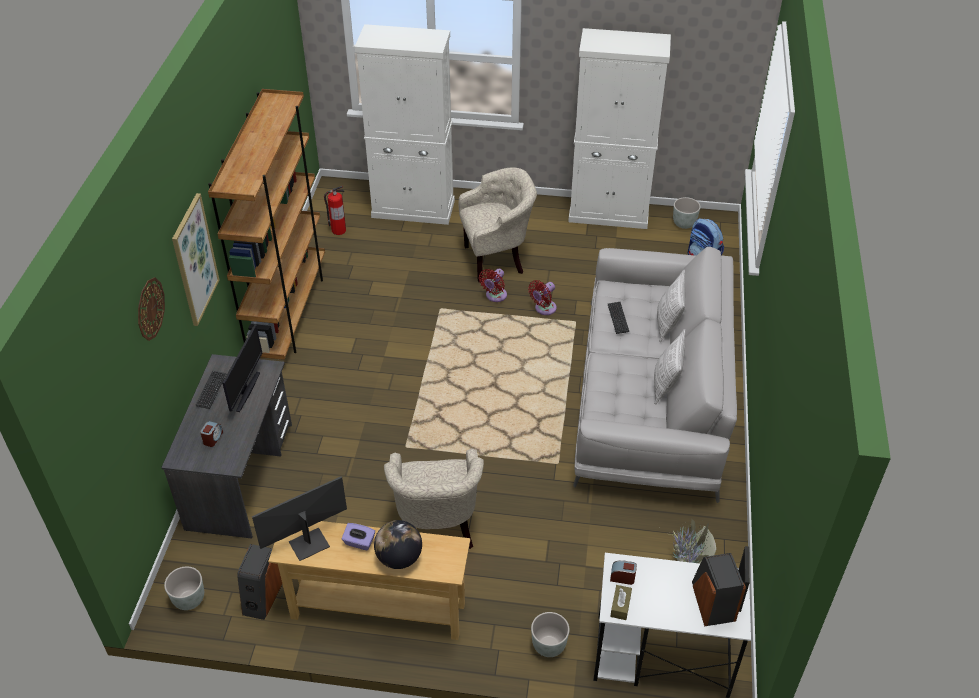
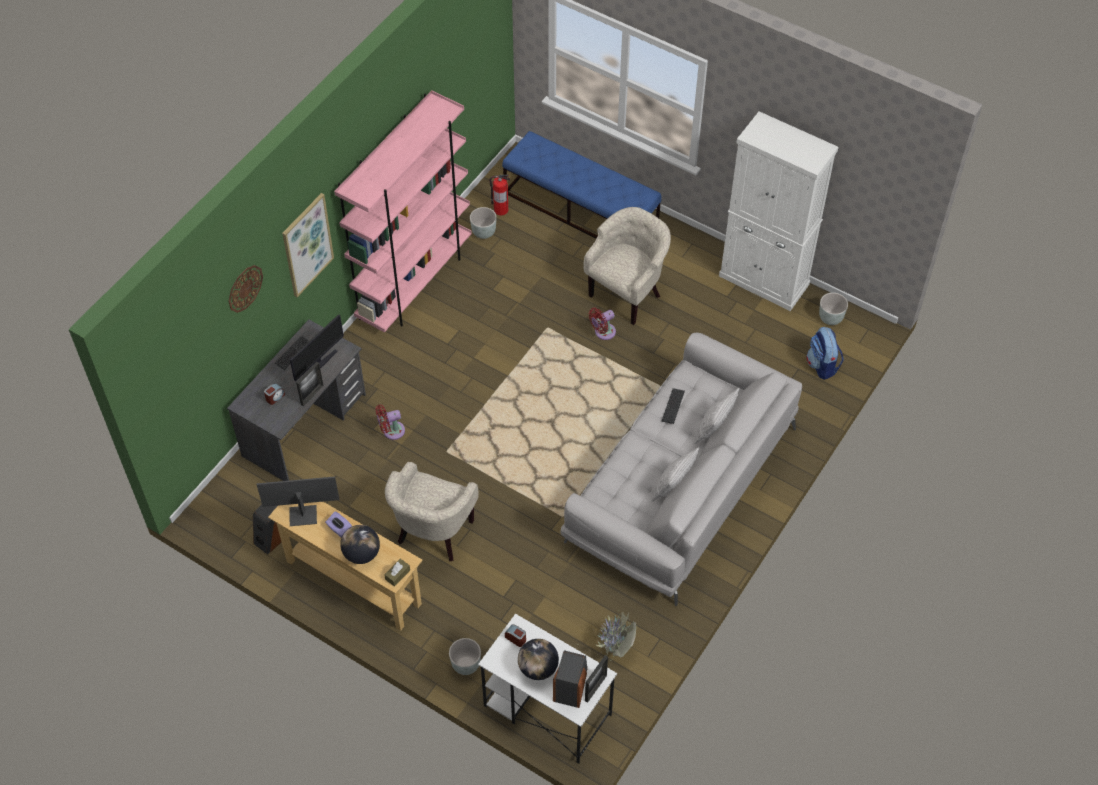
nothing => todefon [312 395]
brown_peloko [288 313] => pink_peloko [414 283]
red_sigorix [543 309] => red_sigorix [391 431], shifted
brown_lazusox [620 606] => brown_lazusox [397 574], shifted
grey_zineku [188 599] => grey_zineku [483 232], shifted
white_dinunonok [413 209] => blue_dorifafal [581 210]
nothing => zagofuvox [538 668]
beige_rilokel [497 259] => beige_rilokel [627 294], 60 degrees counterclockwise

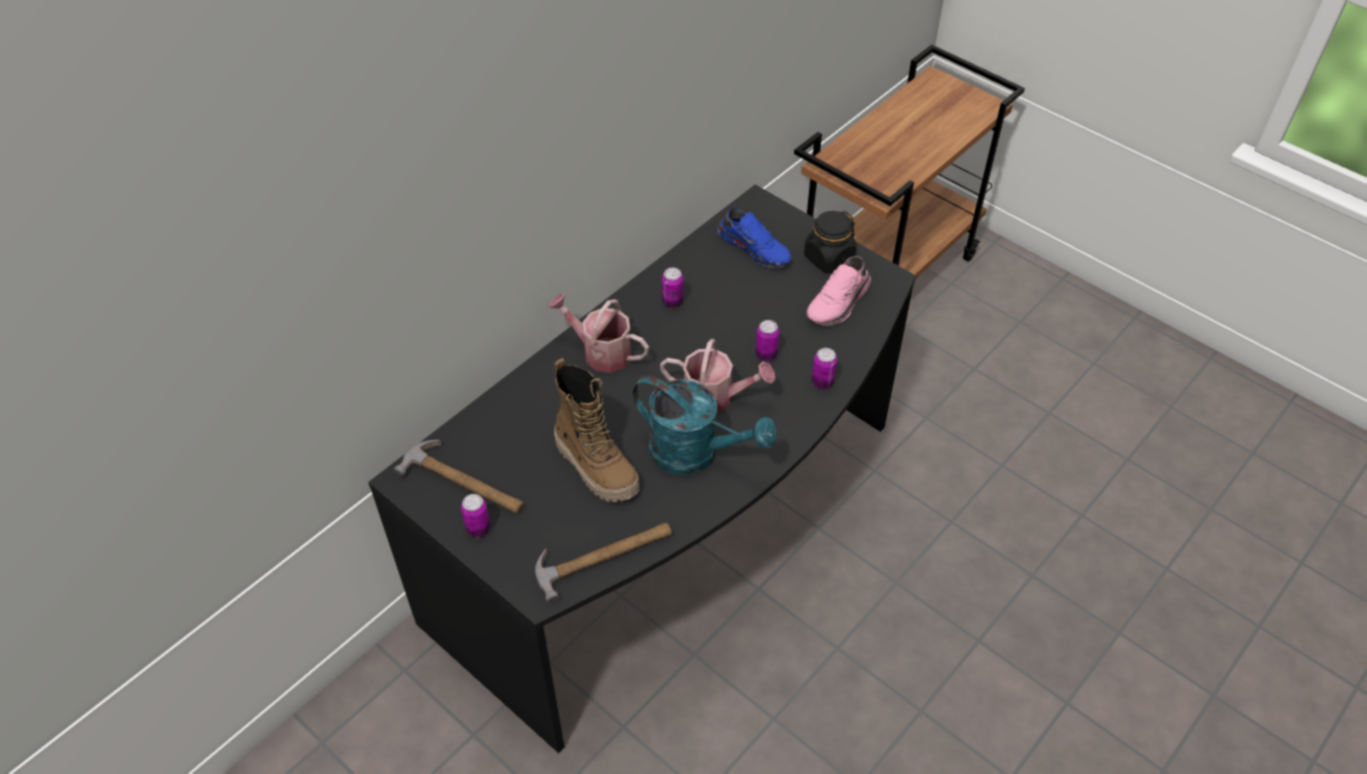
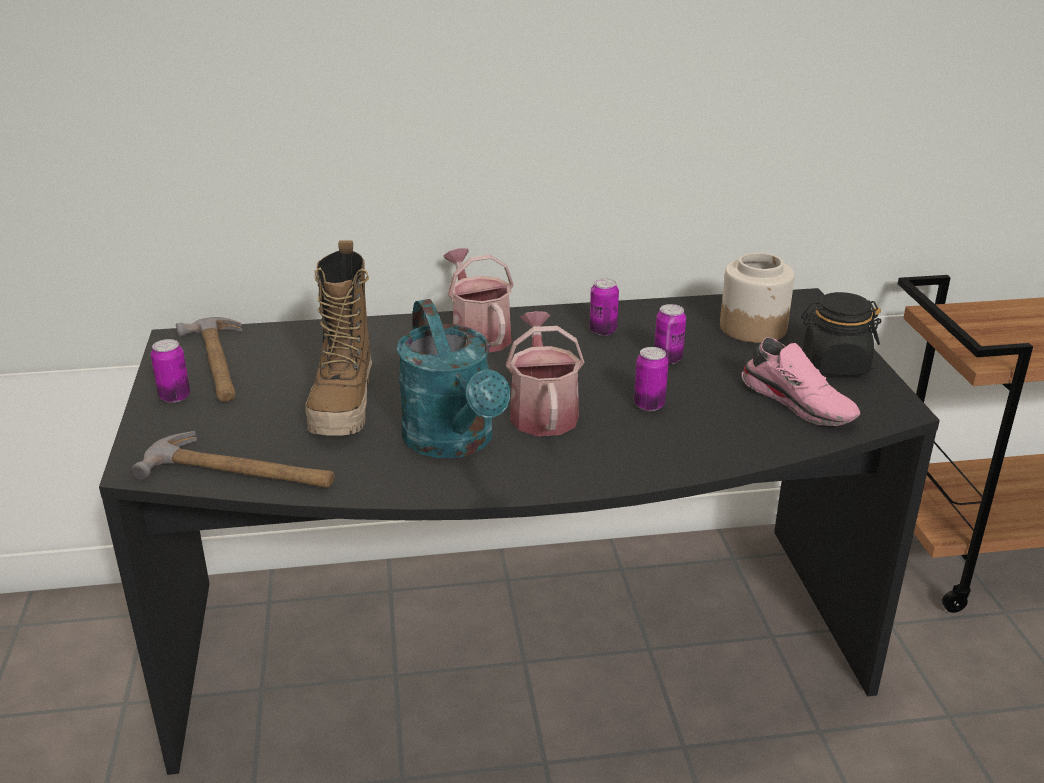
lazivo [715 397] => lazivo [542 411], 150 degrees counterclockwise
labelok [822 382] => labelok [668 359], shifted
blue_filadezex [755 248] => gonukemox [753 328]
pink_filadezex [839 303] => pink_filadezex [800 402], 120 degrees counterclockwise

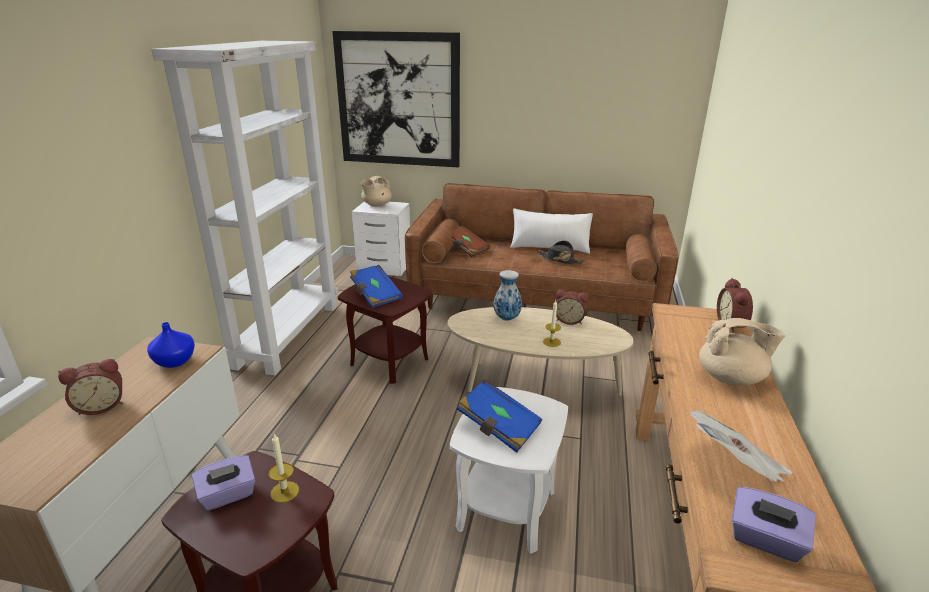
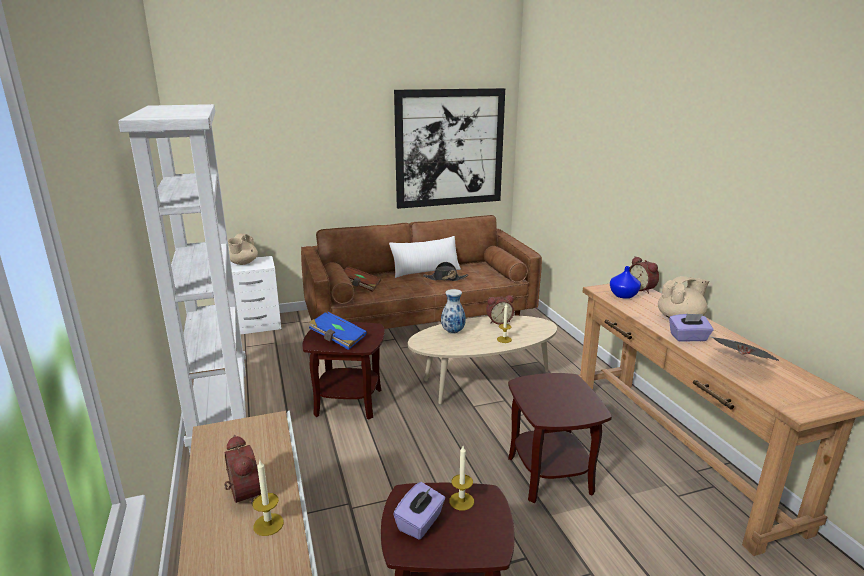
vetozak [101 406] => vetozak [242 494], 60 degrees counterclockwise
nothing => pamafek [268 524]
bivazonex [398 100] => bivazonex [449 148], shifted
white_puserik [507 510] => brown_puserik [550 474]
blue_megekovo [174 361] => blue_megekovo [623 295], shifted
purple_lazusox [765 540] => purple_lazusox [688 338], shifted
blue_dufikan [498 428] => nothing

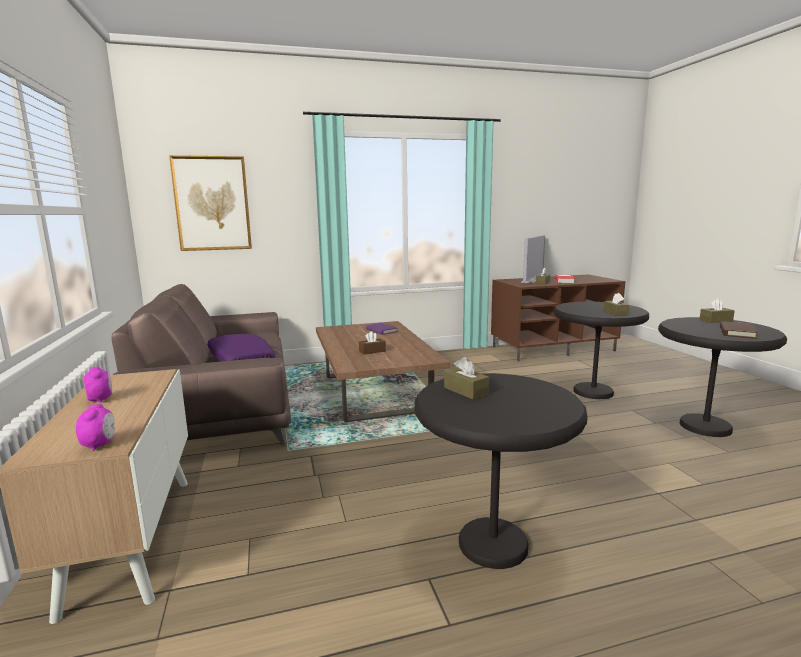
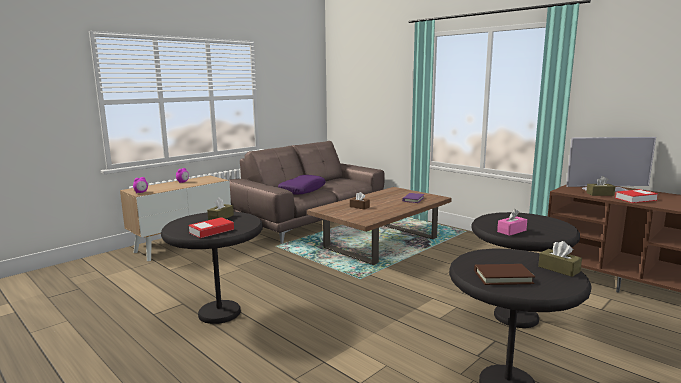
nothing => dufikan [211 231]
brown_lazusox [615 313] => pink_lazusox [511 231]
bivazonex [212 204] => nothing

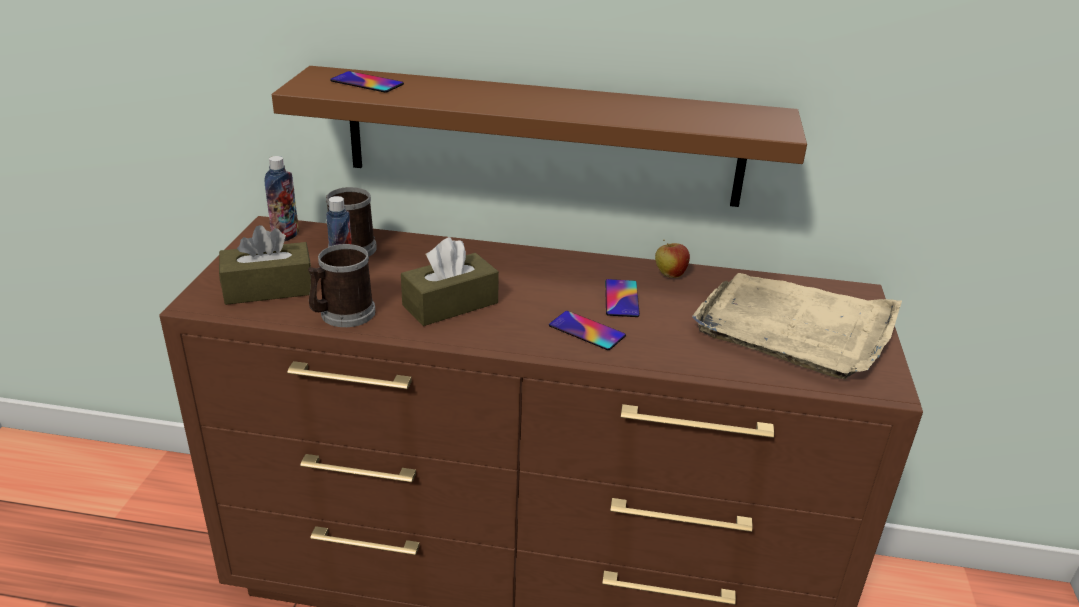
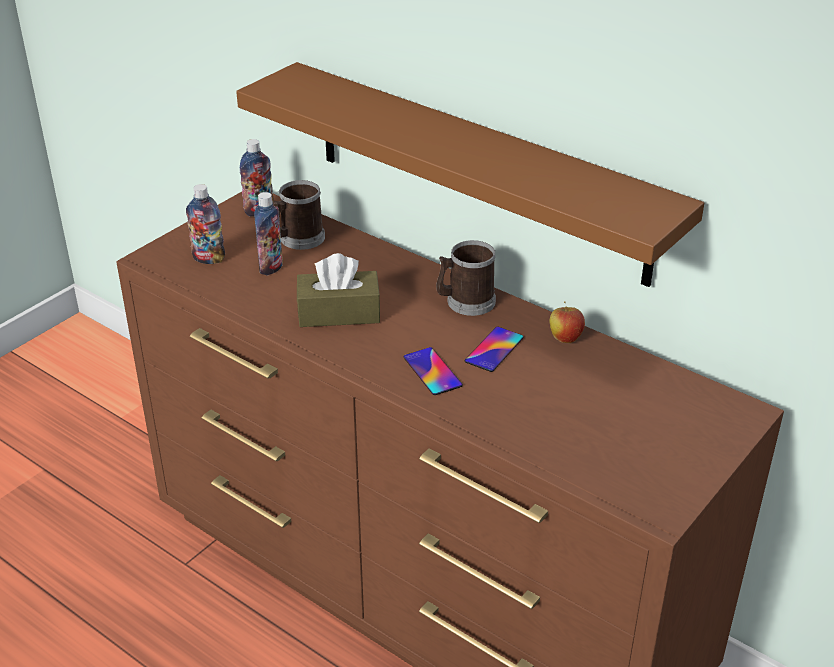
brown_lazusox [268 288] => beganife [209 259]
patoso [342 315] => patoso [465 302], shifted
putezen [367 83] => nothing
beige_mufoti [796 328] => nothing

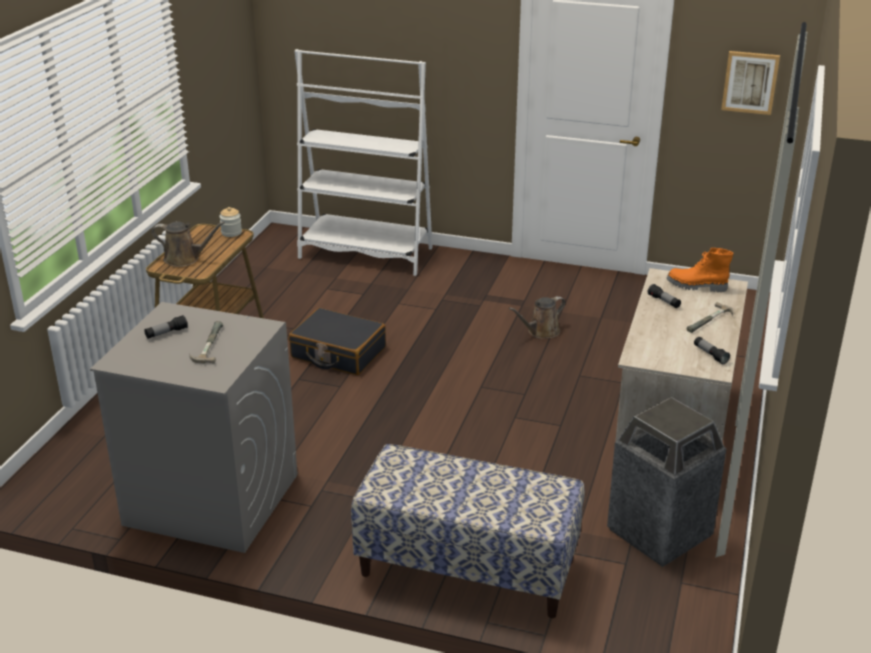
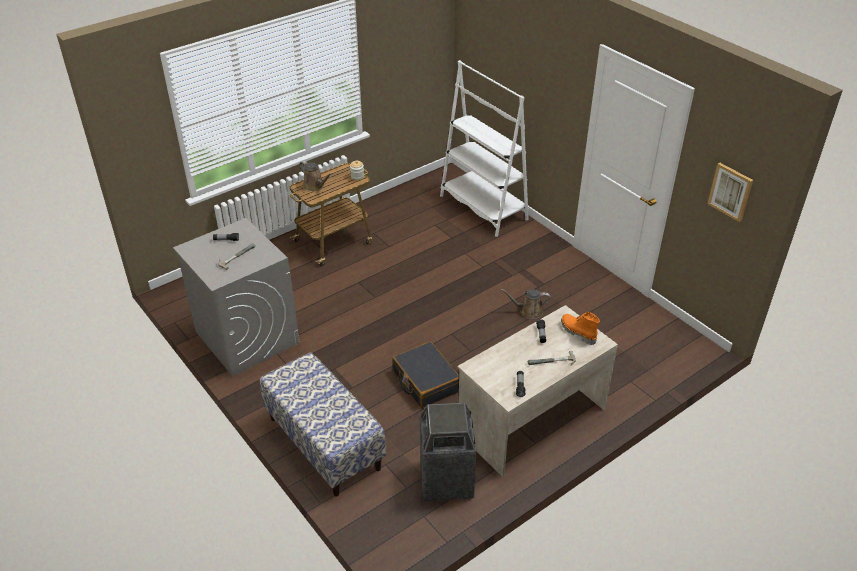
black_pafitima [338 353] => black_pafitima [425 381], shifted

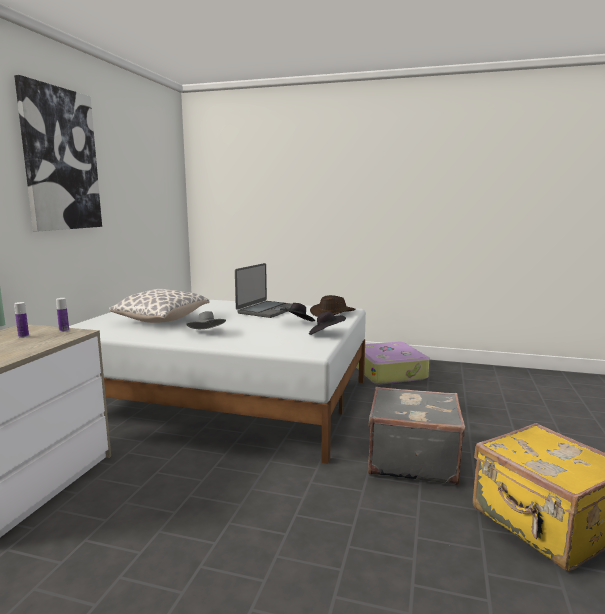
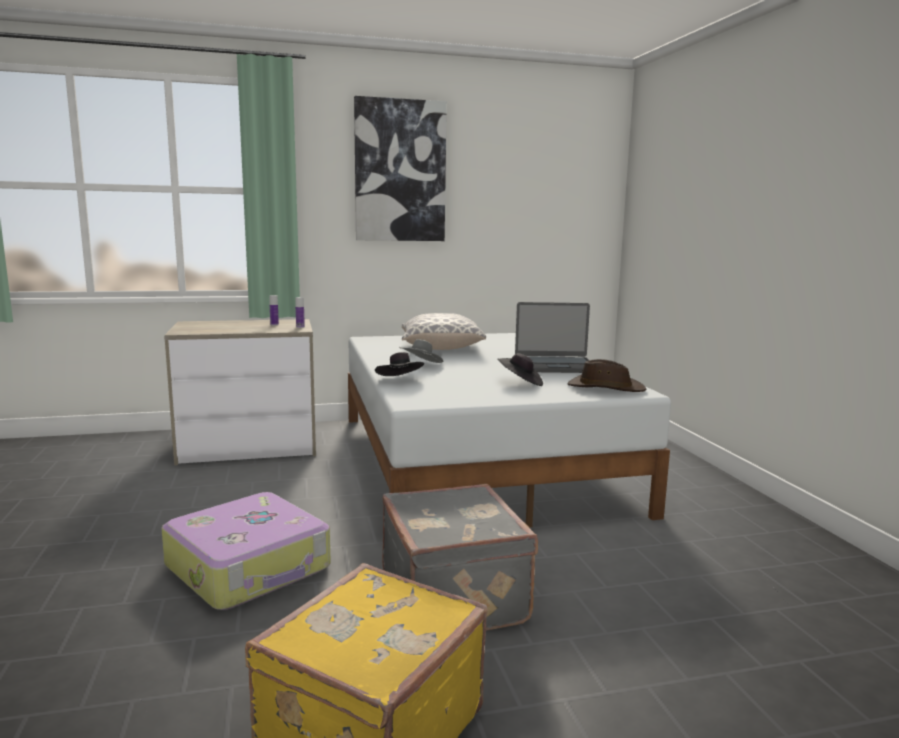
pafitima [390 372] => pafitima [250 567], shifted
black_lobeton [326 334] => black_lobeton [400 380], shifted

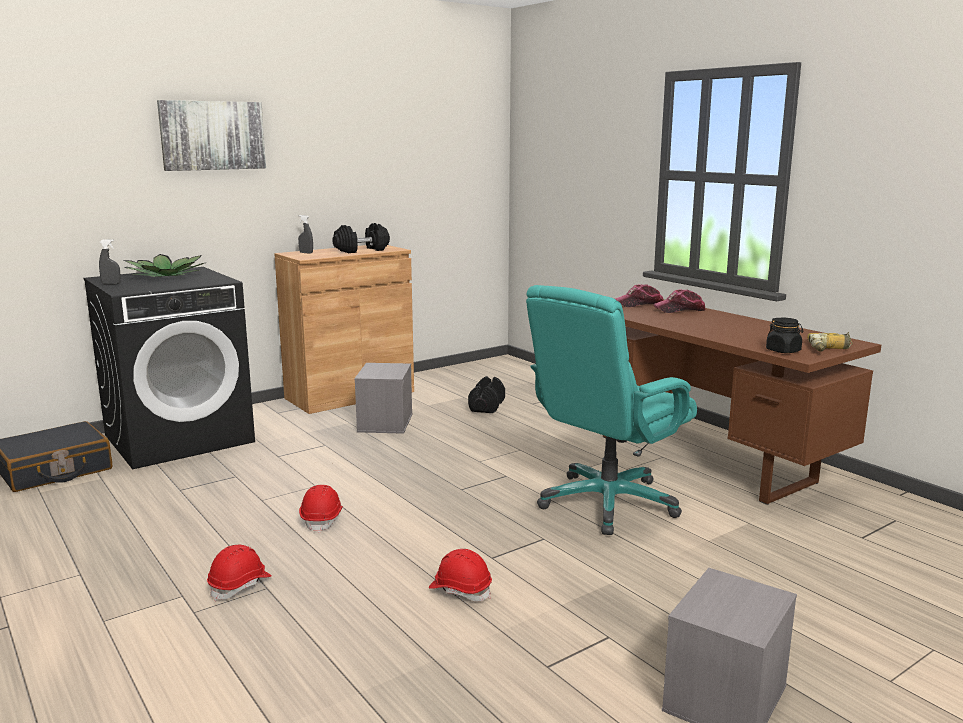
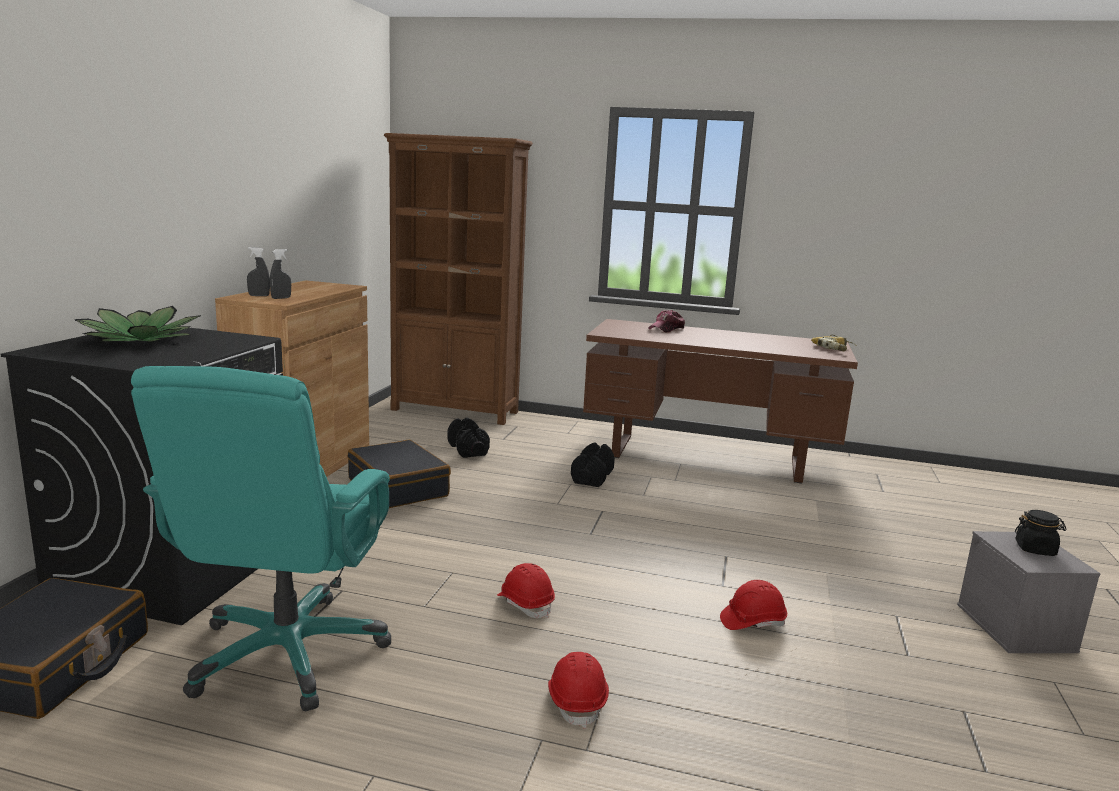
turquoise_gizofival [607 503] => turquoise_gizofival [287 654], shifted
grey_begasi [111 284] => grey_begasi [281 298], shifted
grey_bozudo [384 422] => black_pafitima [398 488]
nothing => brown_peloko [455 411]
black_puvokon [361 250] => black_puvokon [592 477], shifted
black_gonukemox [783 351] => black_gonukemox [1035 549], shifted
bivazonex [212 135] => nothing
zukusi [639 304] => nothing

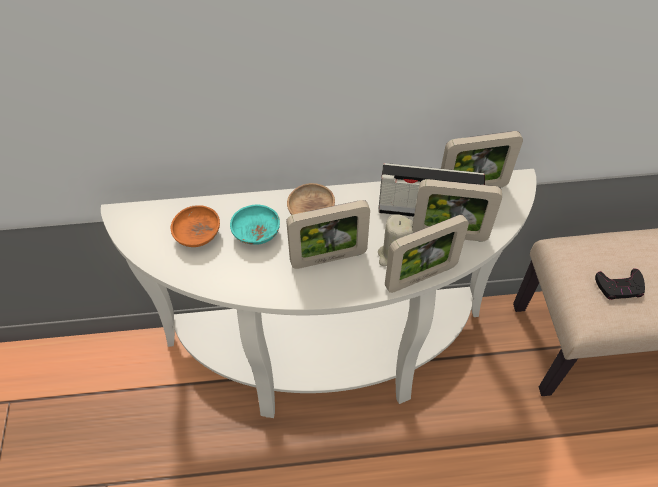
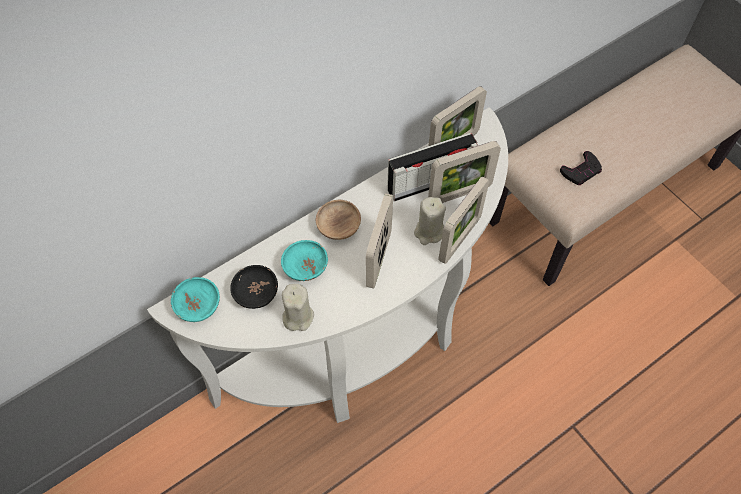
nothing => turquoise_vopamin [198 306]
orange_vopamin [198 235] => black_vopamin [256 293]
nothing => beige_pamafek [298 316]
todefon [328 258] => todefon [379 259], 150 degrees clockwise

